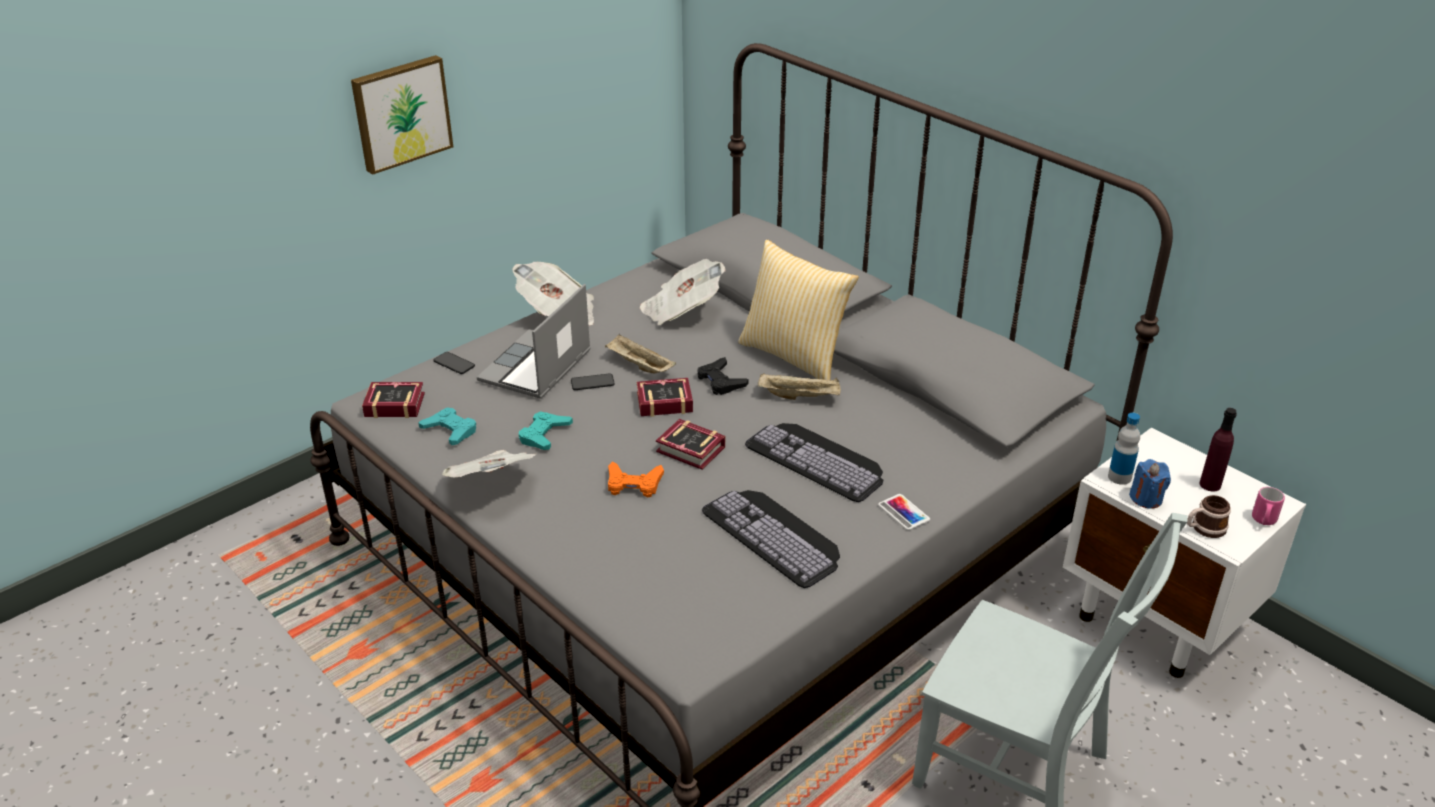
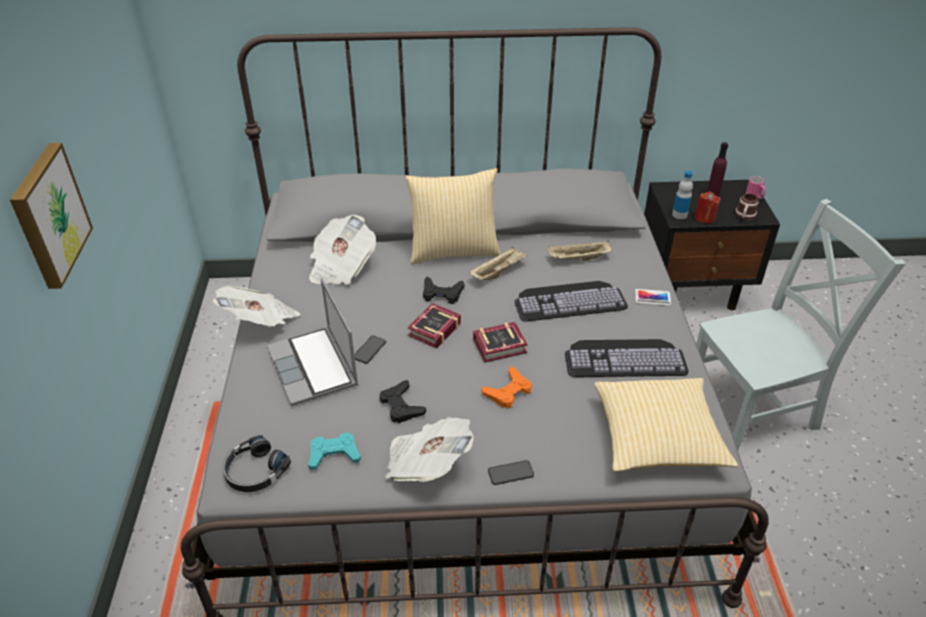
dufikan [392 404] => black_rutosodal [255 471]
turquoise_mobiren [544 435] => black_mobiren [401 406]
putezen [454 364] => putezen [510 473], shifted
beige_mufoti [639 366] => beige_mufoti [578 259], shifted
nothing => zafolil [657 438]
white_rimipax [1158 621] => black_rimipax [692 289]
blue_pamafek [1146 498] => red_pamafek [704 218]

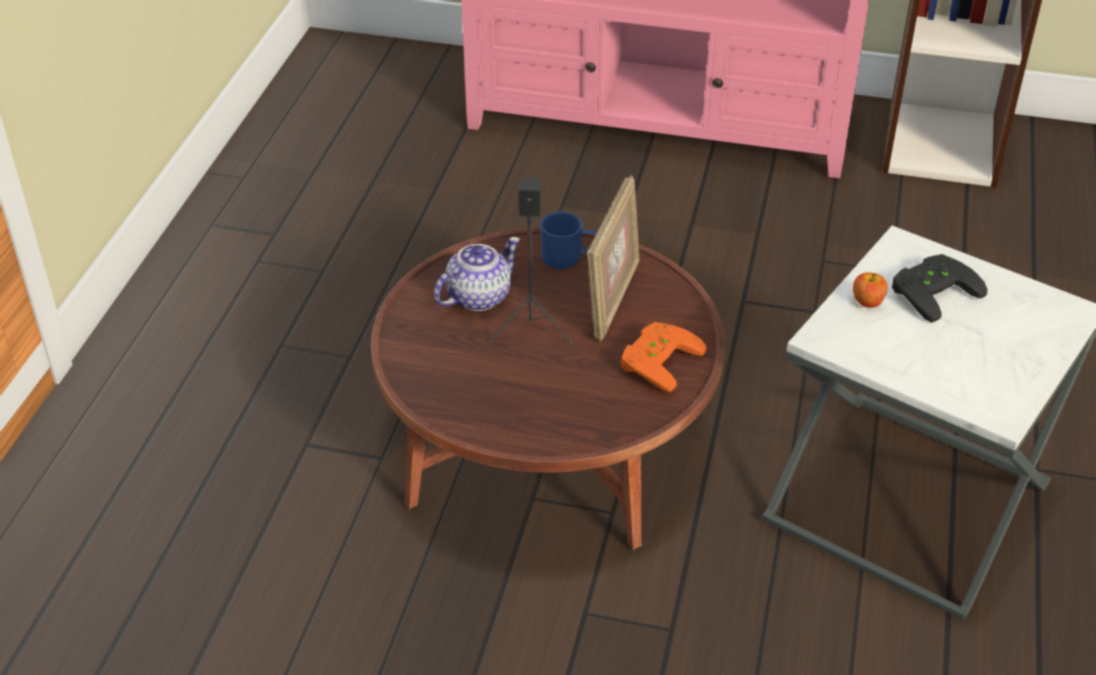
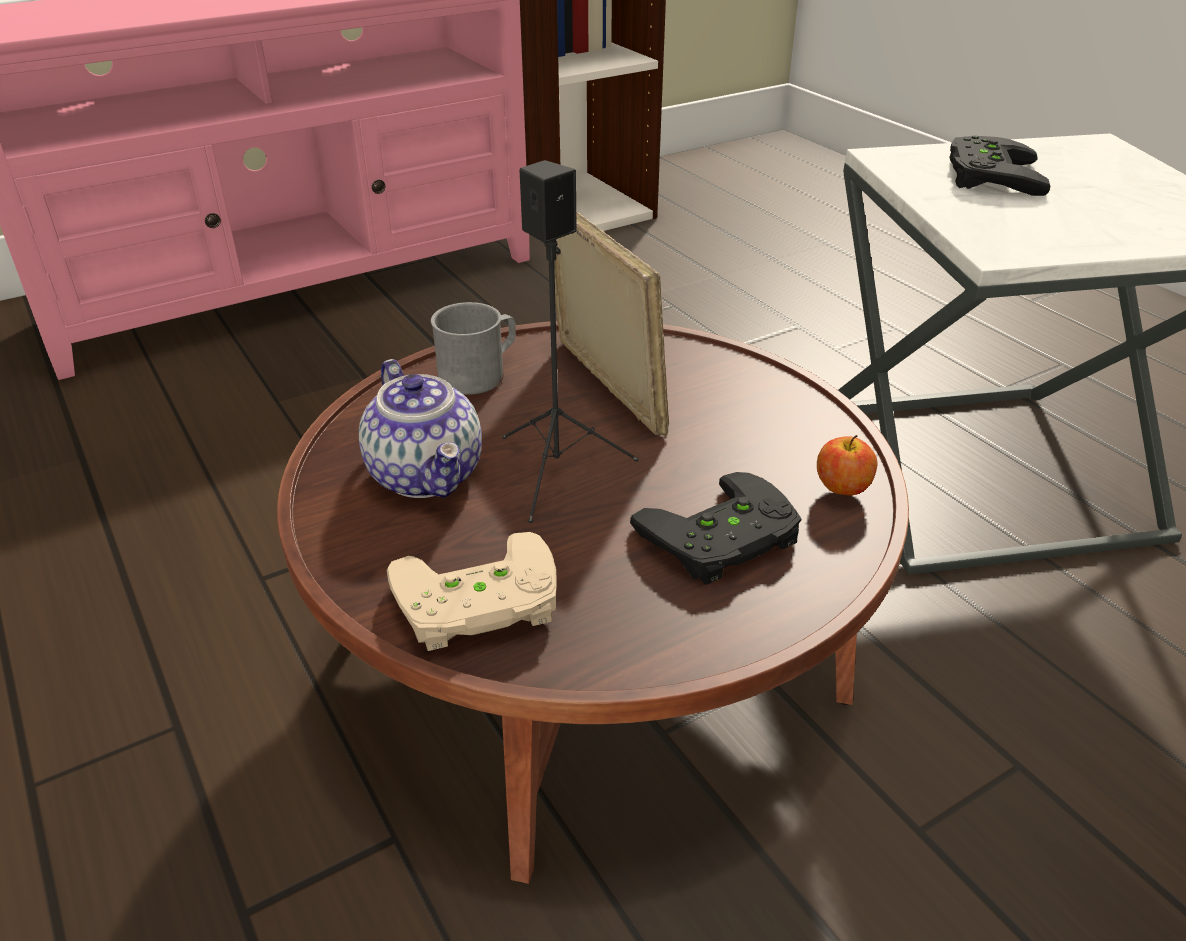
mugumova [478 296] => mugumova [428 475], 150 degrees clockwise
nothing => beige_mobiren [478 606]
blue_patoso [568 257] => grey_patoso [480 373]
nothing => black_mobiren [723 541]
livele [867 302] => livele [842 487], shifted
orange_mobiren [656 359] => nothing

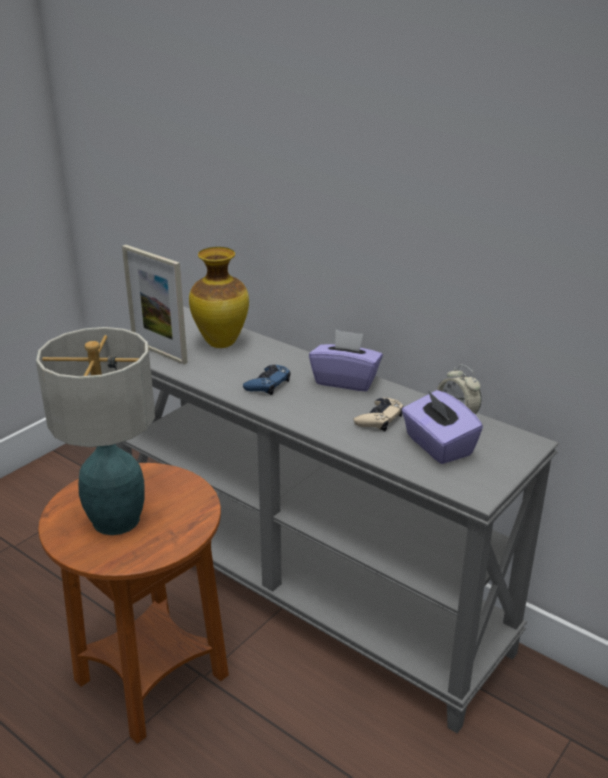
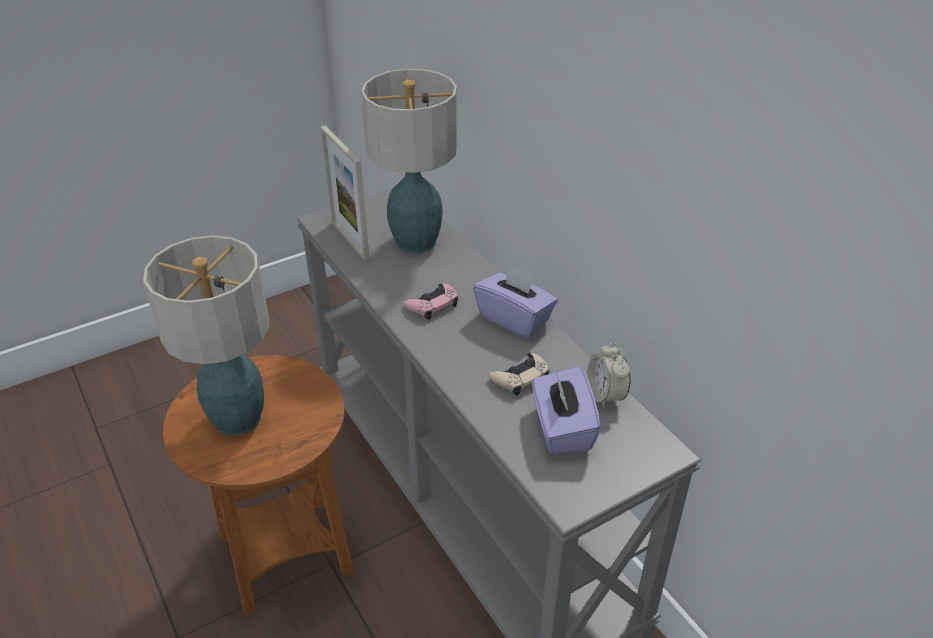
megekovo [221 343] => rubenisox [416 241]
blue_mobiren [268 384] => pink_mobiren [432 305]

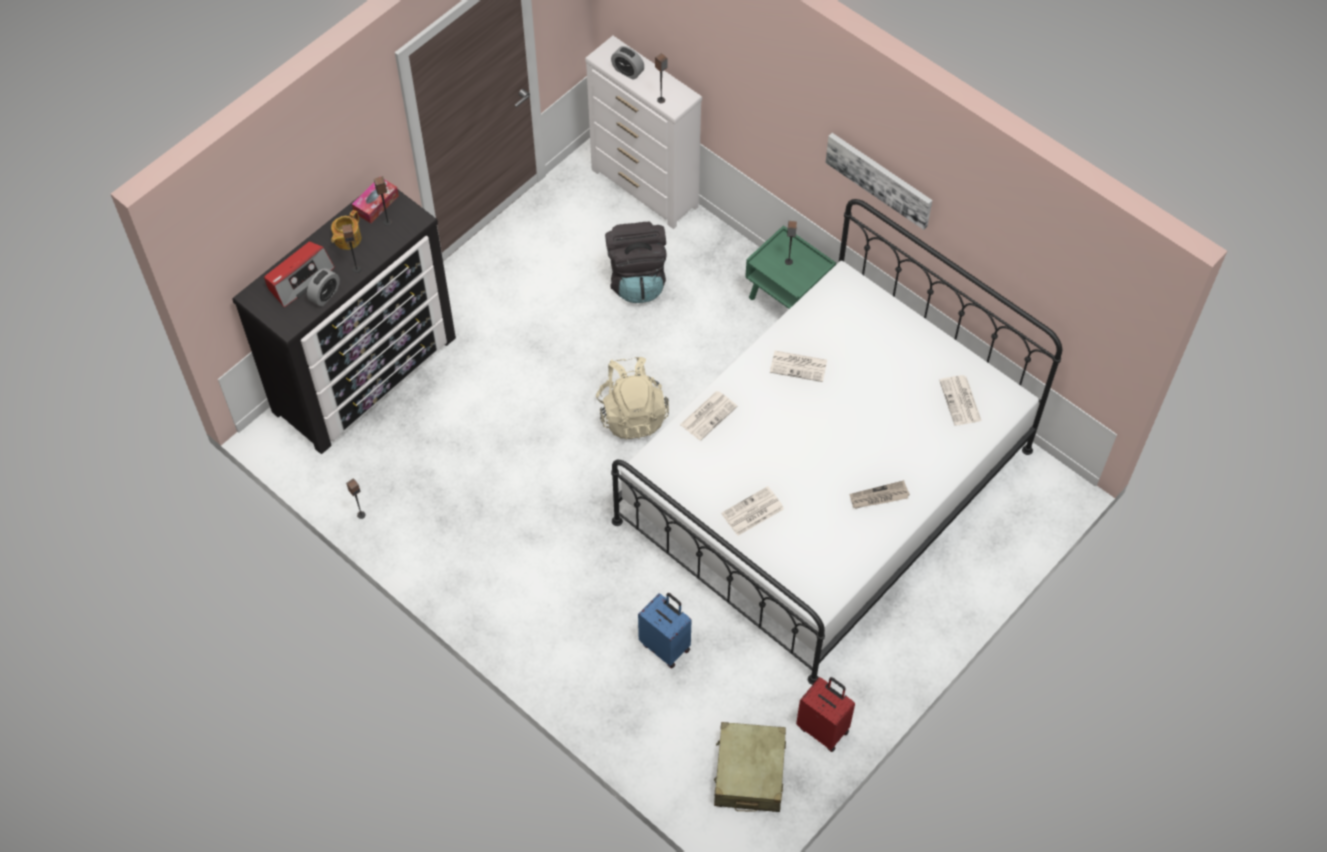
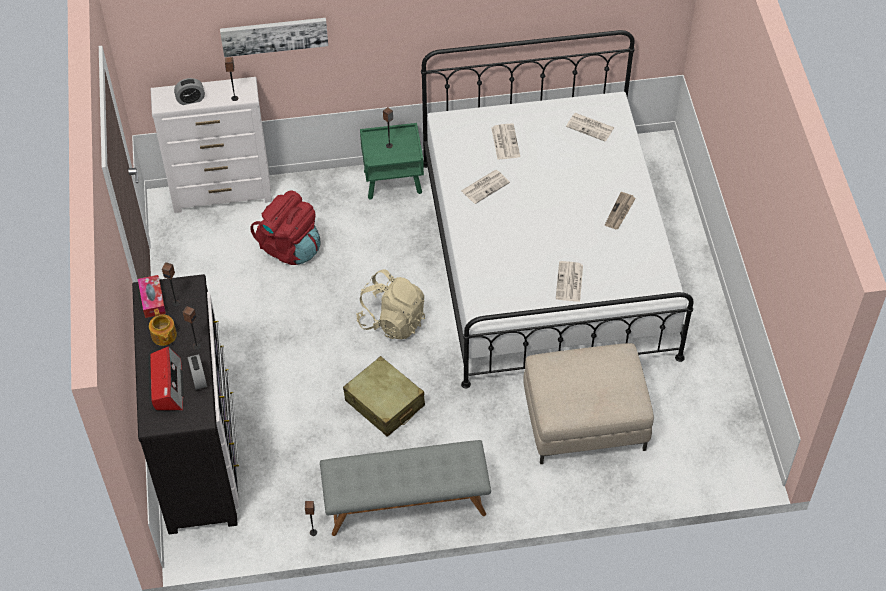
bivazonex [879 179] => bivazonex [274 35], shifted
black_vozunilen [637 279] => red_vozunilen [290 247]
nothing => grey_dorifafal [406 504]
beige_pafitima [749 773] => beige_pafitima [384 403], shifted
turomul [708 415] => turomul [505 141], shifted
blue_pafitima [666 646] => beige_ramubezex [584 420]
red_pafitima [823 728] => nothing

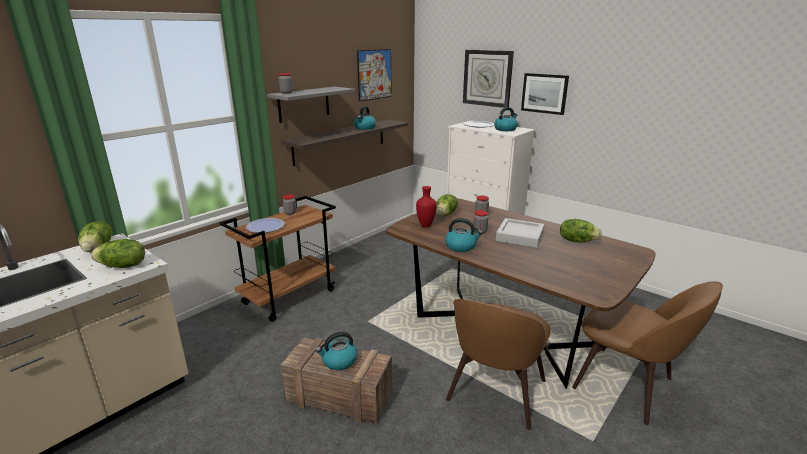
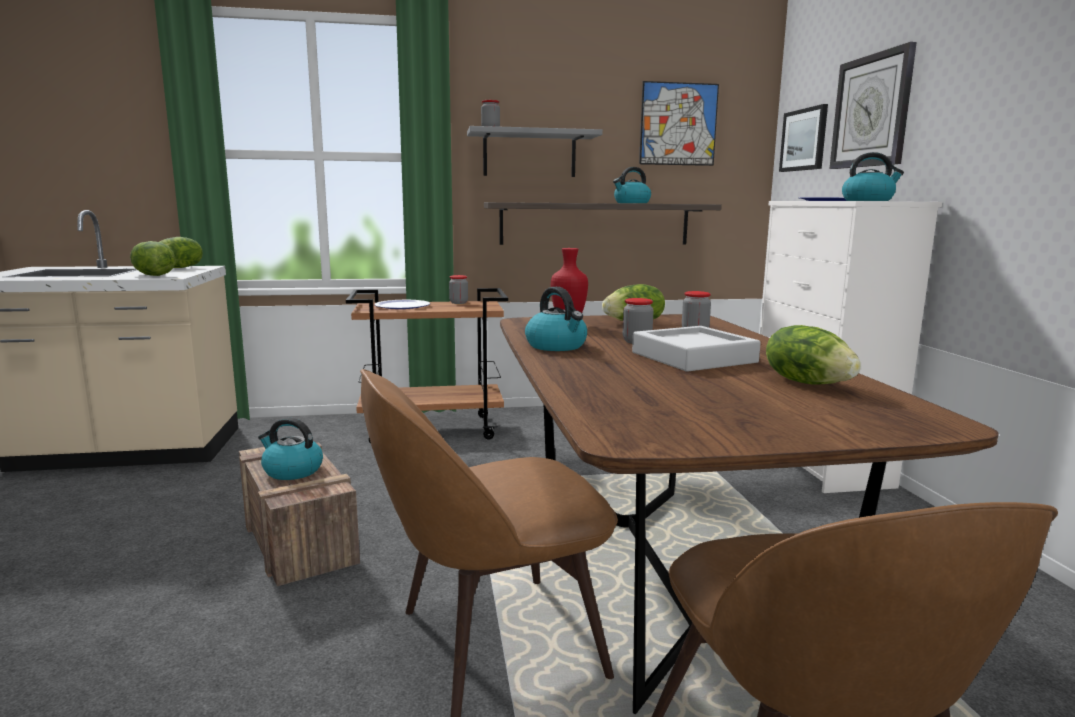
bivazonex [544 93] => bivazonex [804 140], shifted

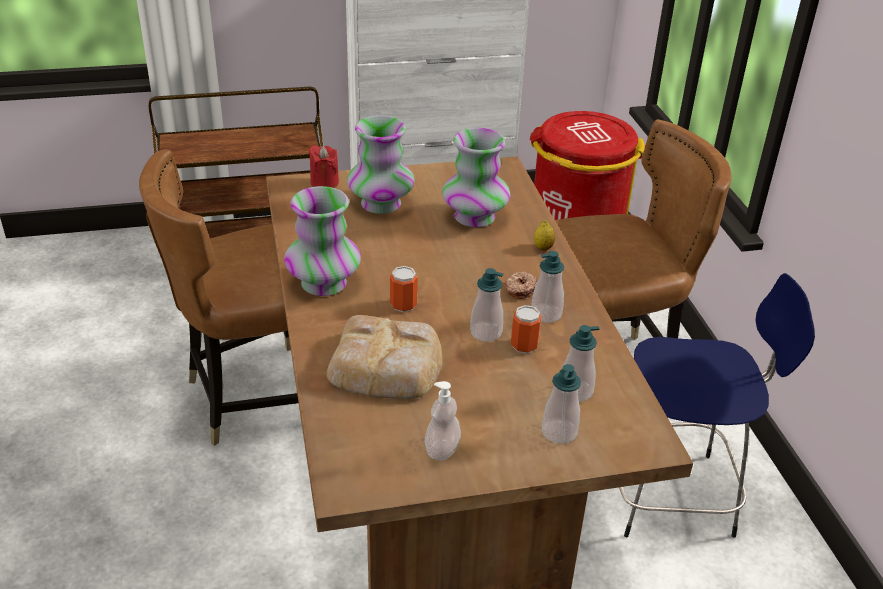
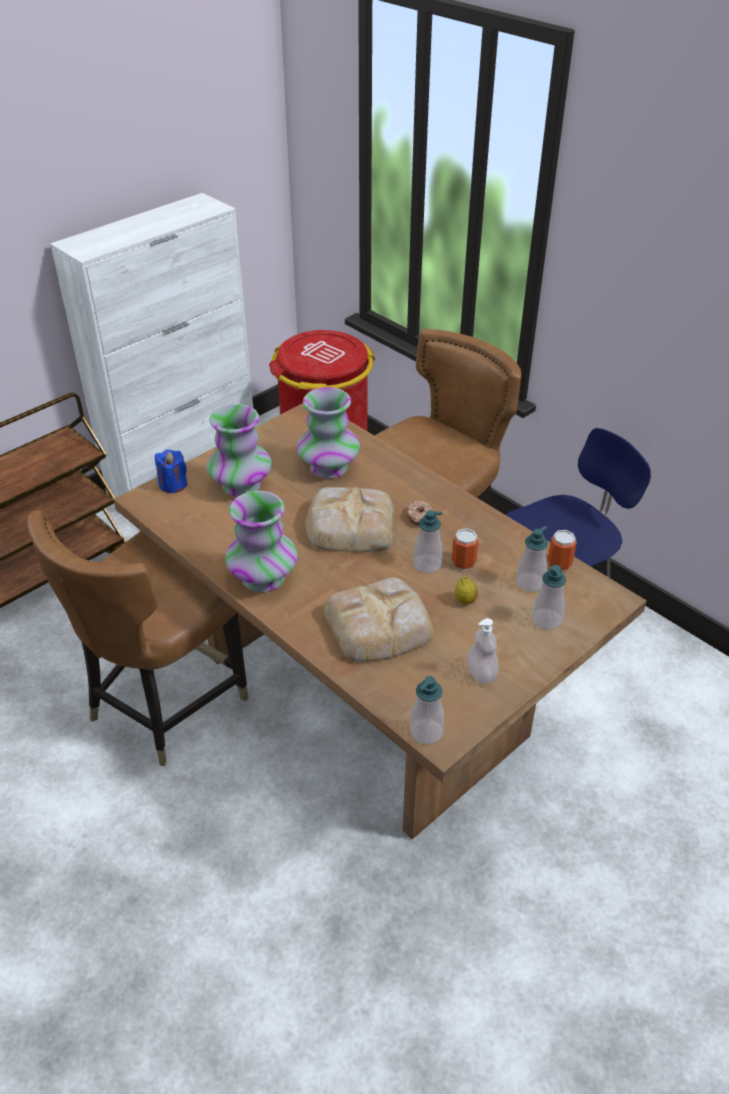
red_pamafek [324 183] => blue_pamafek [173 484]
nothing => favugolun [349 525]
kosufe [546 314] => kosufe [426 732], shifted
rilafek [543 248] => rilafek [465 601], shifted
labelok [403 305] => labelok [559 564], shifted

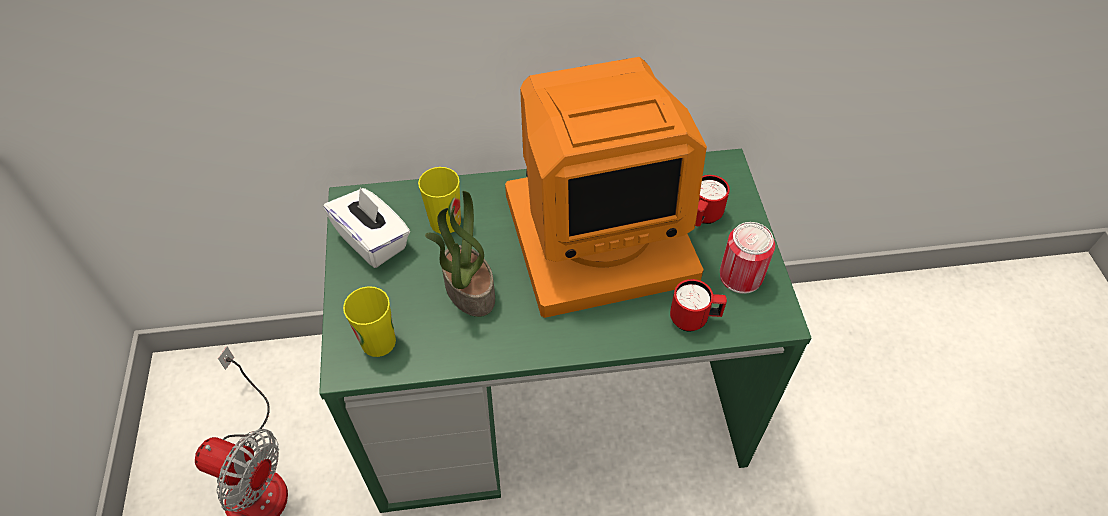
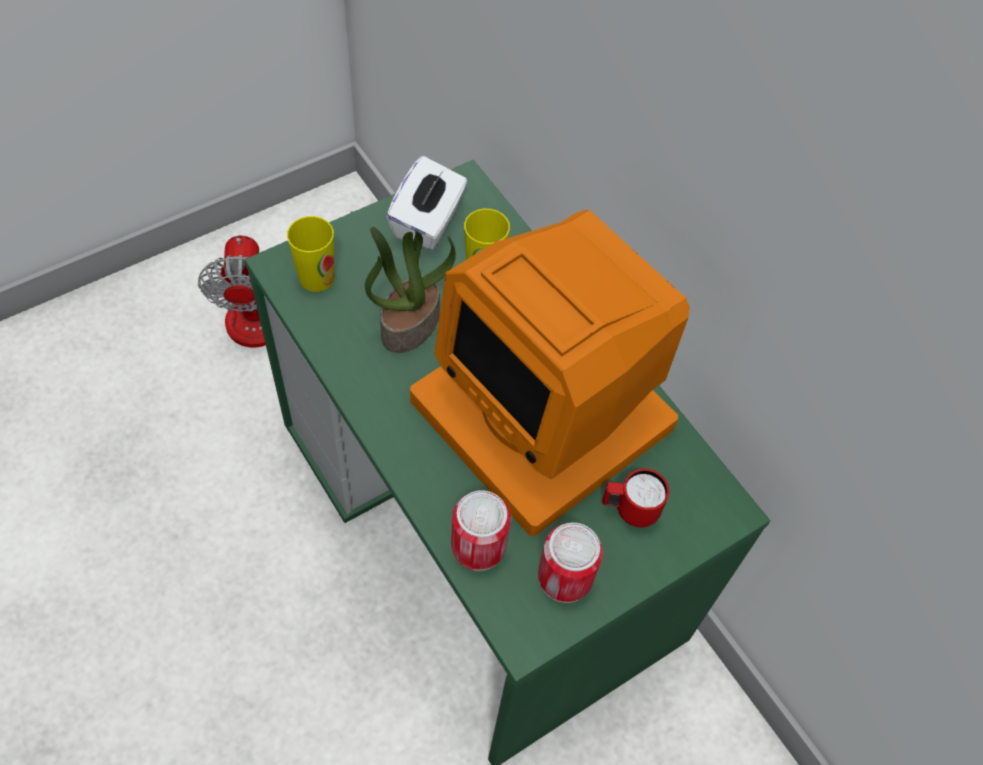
red_patoso [694 319] => labelok [478 546]

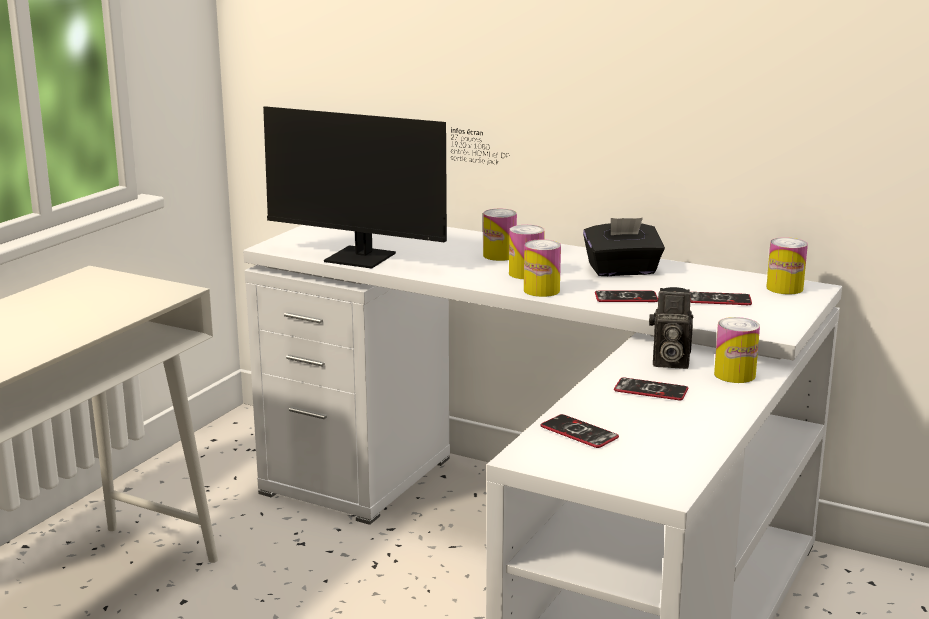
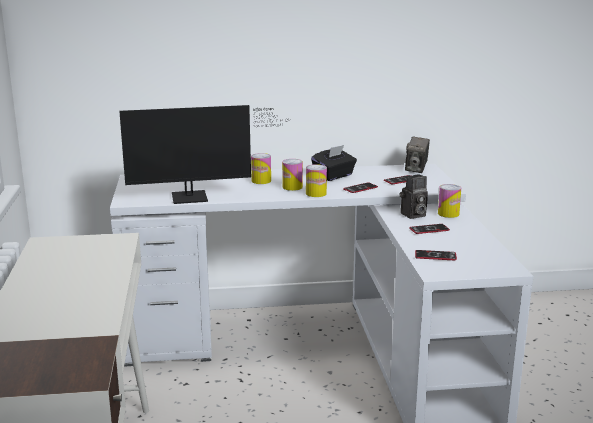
labelok [784 288] => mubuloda [416 169]

